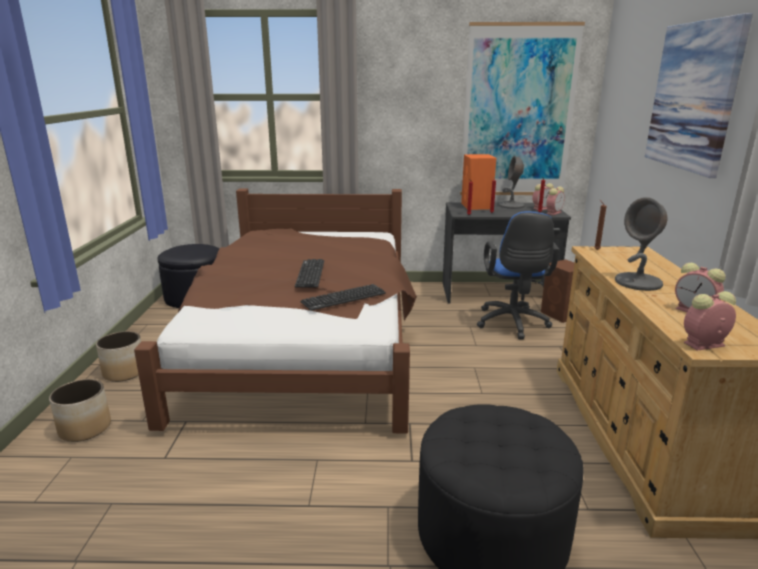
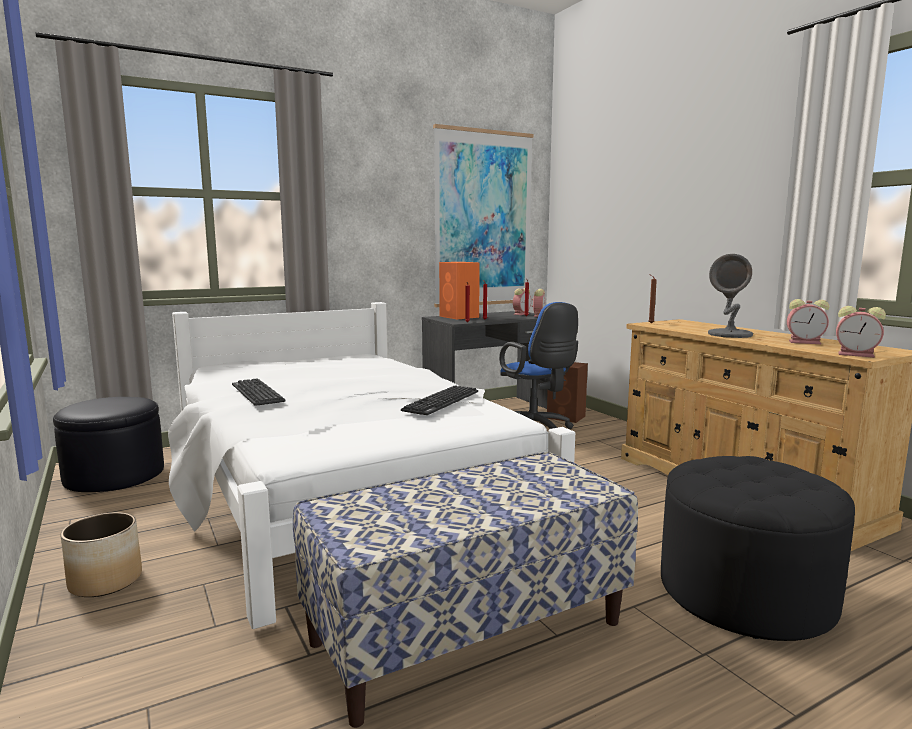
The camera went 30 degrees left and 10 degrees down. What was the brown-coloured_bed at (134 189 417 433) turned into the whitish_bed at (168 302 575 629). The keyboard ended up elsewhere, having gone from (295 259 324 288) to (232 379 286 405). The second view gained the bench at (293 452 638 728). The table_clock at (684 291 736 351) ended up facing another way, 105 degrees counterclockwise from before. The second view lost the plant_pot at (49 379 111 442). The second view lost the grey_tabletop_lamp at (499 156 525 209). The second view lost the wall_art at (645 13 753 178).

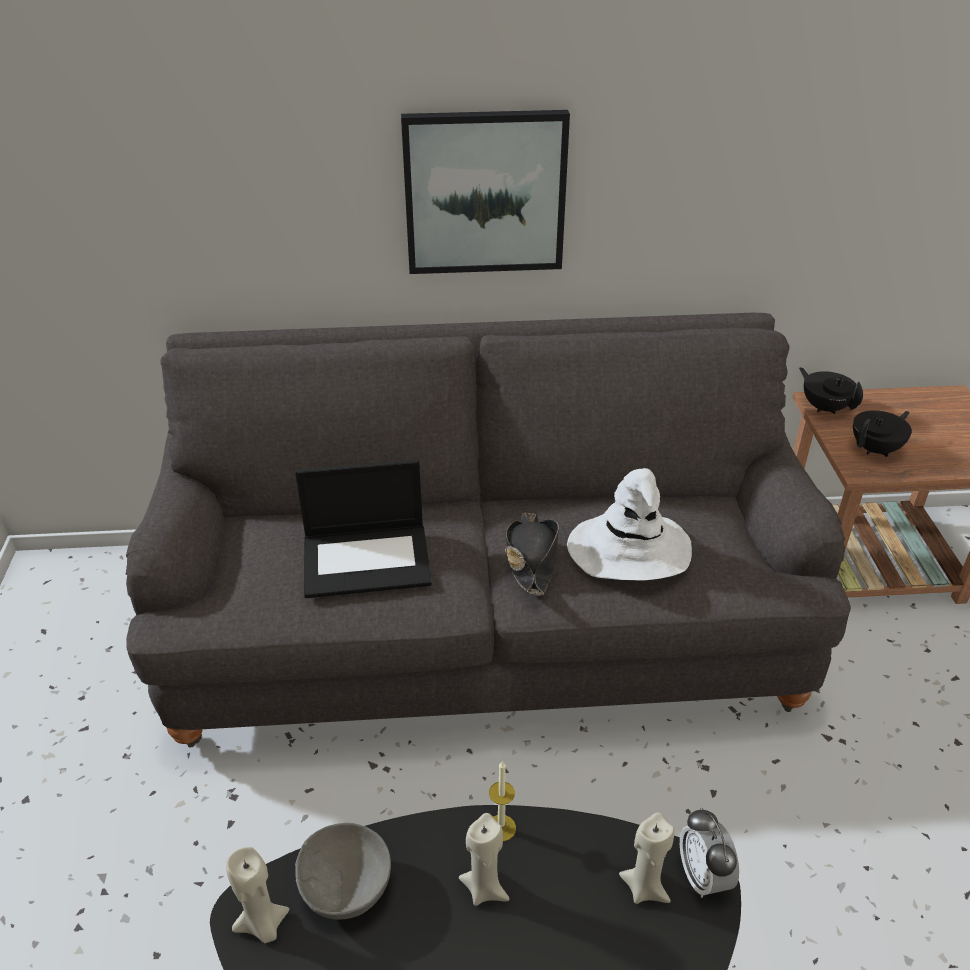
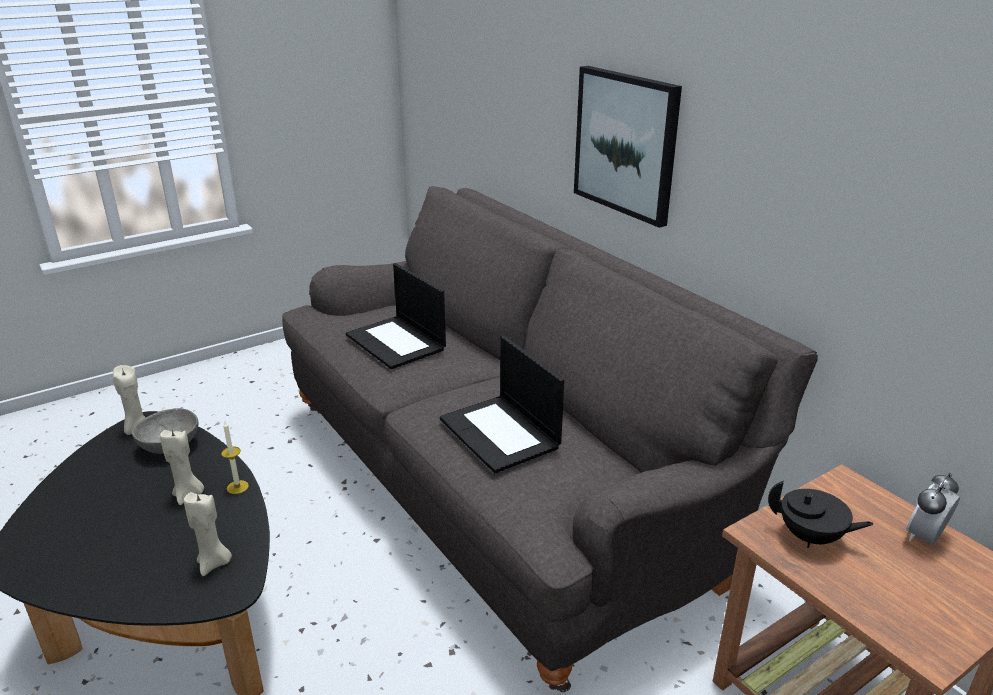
The camera went 60 degrees right and 10 degrees down. Where the whitish_wearable_hat stood at (567 468 692 580), the portable_computer came to stand at (440 335 564 473). The table_clock ended up elsewhere, having gone from (680 808 739 898) to (906 473 960 544). The second view lost the black_wearable_hat at (505 512 559 596). The second view lost the black_tea_pot at (799 367 863 414).

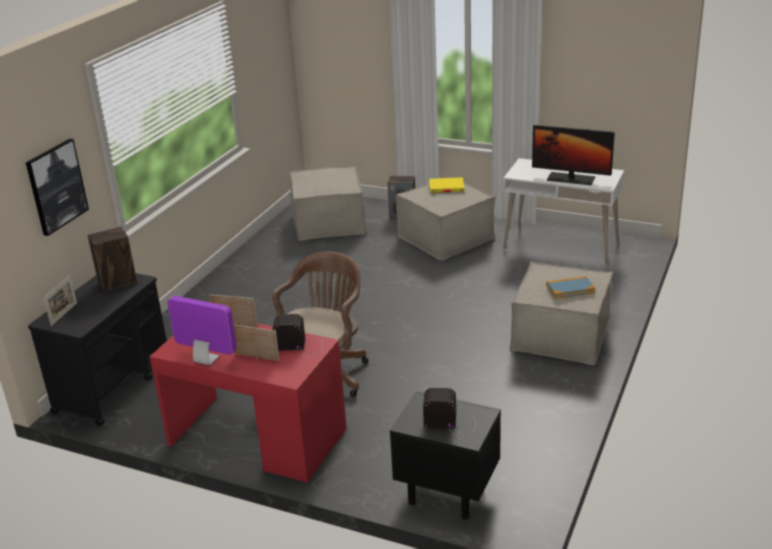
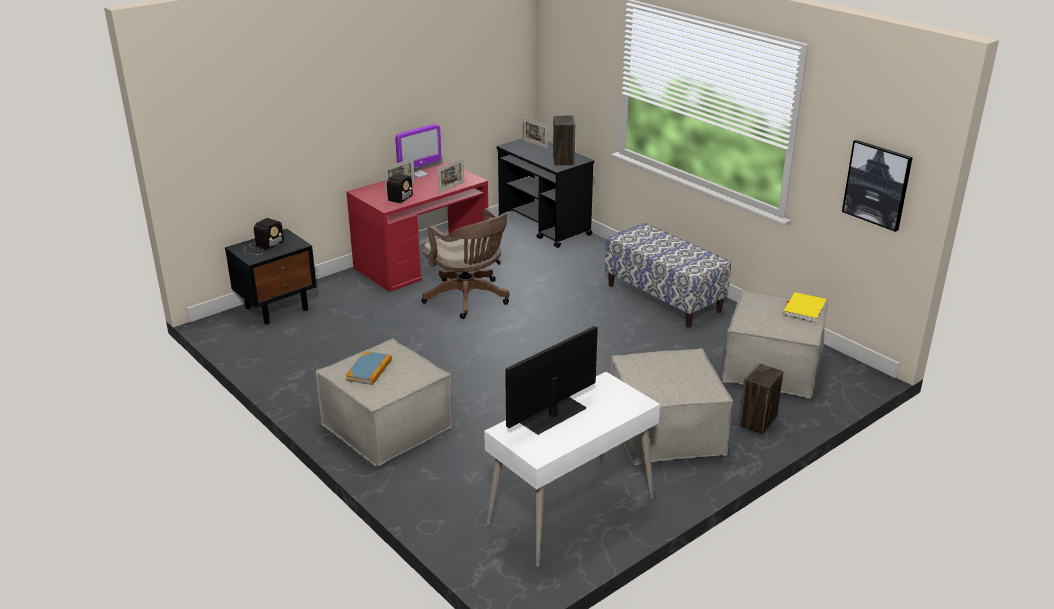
The camera went 115 degrees right and 0 degrees up. The second view gained the bench at (605 223 731 328). The yellowish_book ended up elsewhere, having gone from (429 177 464 193) to (783 292 827 323). The wall_art ended up elsewhere, having gone from (26 139 89 236) to (842 140 913 232).

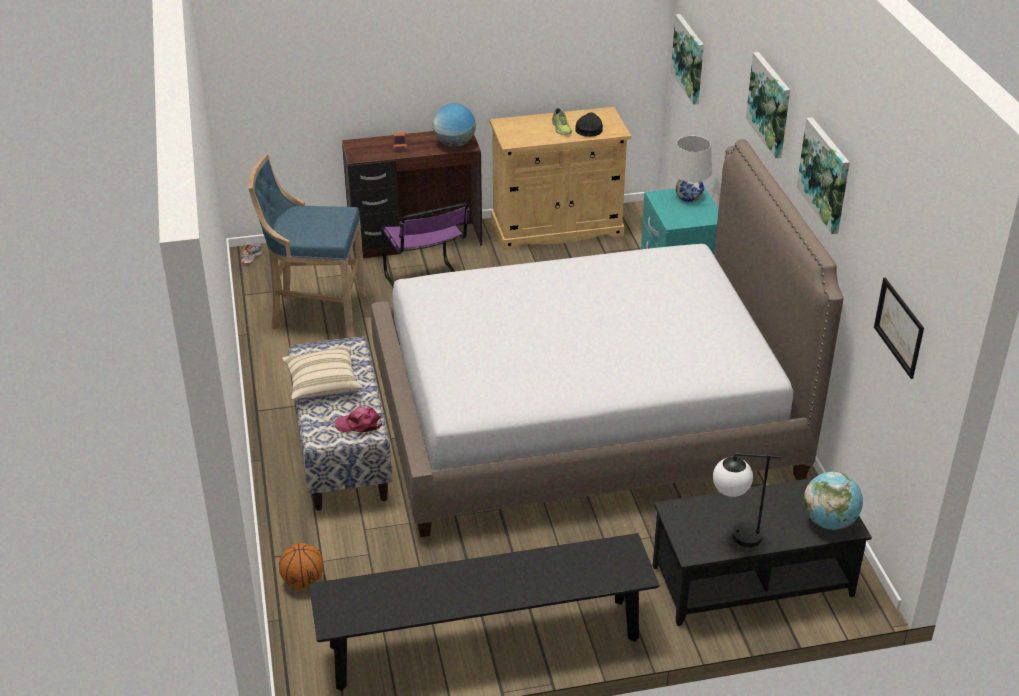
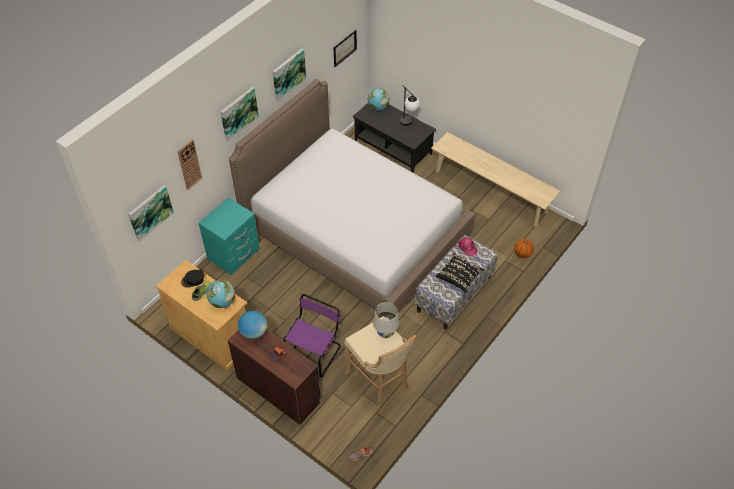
The camera went 130 degrees left and 15 degrees up. The second view gained the hanging_clock at (177 139 202 190). The second view gained the globe at (206 280 235 308). What was the blue-coloured_sitting_stool at (248 154 366 338) turned into the beige-coloured_sitting_stool at (345 316 416 407). The whitish_tabletop_lamp ended up elsewhere, having gone from (671 136 712 202) to (373 302 399 338). What was the black_bench at (309 533 660 691) turned into the beige-coloured_bench at (431 132 561 226). What was the beige-coloured_cushion at (282 347 363 400) turned into the black_cushion at (436 253 484 293).

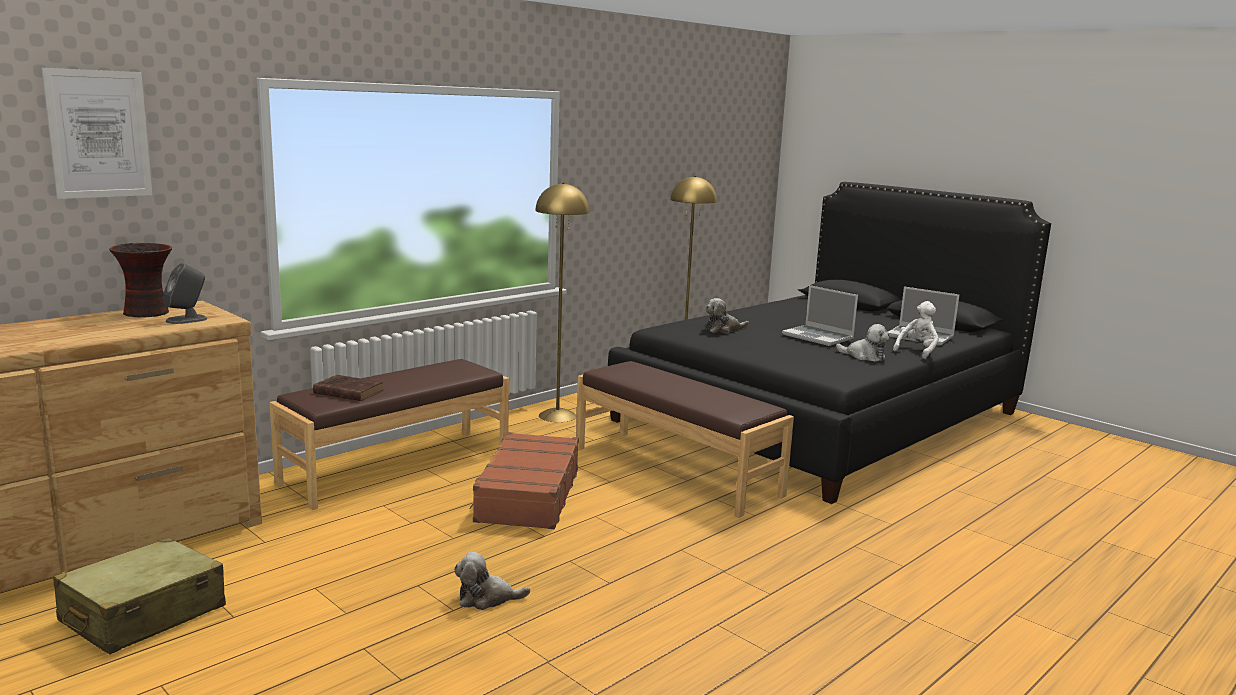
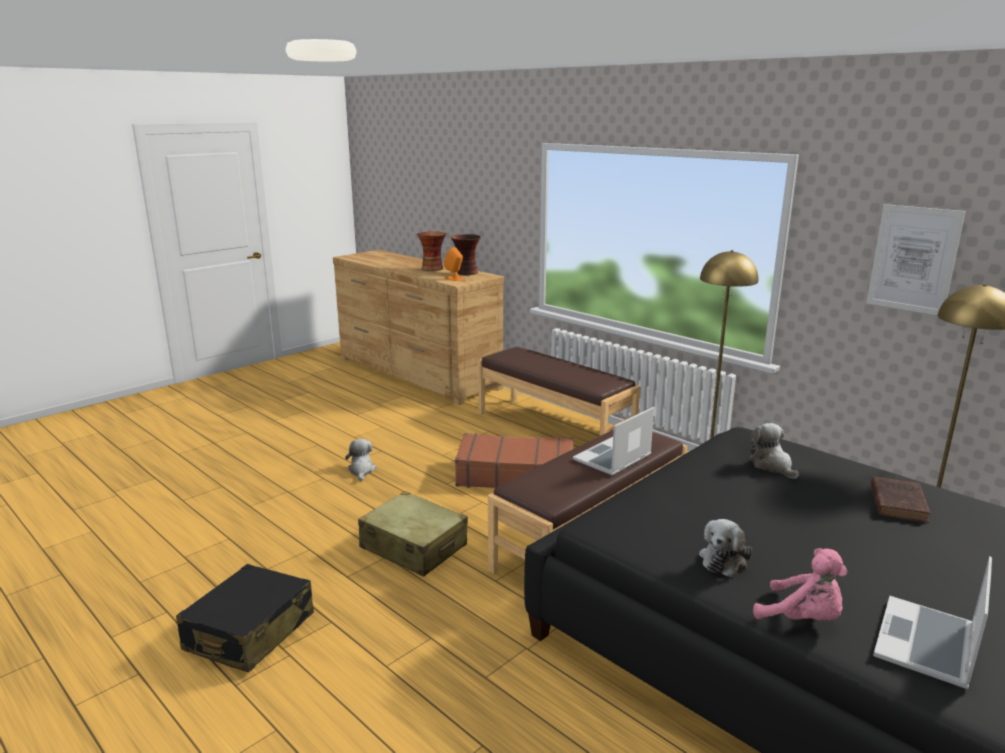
The camera went 90 degrees right and 5 degrees up. The second view gained the black_piece_of_luggage at (176 564 314 673). The beige-coloured_piece_of_luggage ended up elsewhere, having gone from (53 538 226 654) to (358 491 468 577). The second view gained the flower_vase at (417 232 446 271). What was the grey_audio_speaker at (164 263 207 324) turned into the orange_audio_speaker at (444 247 464 281). The portable_computer ended up elsewhere, having gone from (782 285 858 346) to (573 407 654 476). What was the whitish_plush_toy at (893 301 939 359) turned into the pinkish_plush_toy at (753 548 848 621). The wall_art ended up elsewhere, having gone from (42 68 152 199) to (866 204 965 315). The brown-coloured_book ended up elsewhere, having gone from (313 375 383 401) to (871 476 931 523).

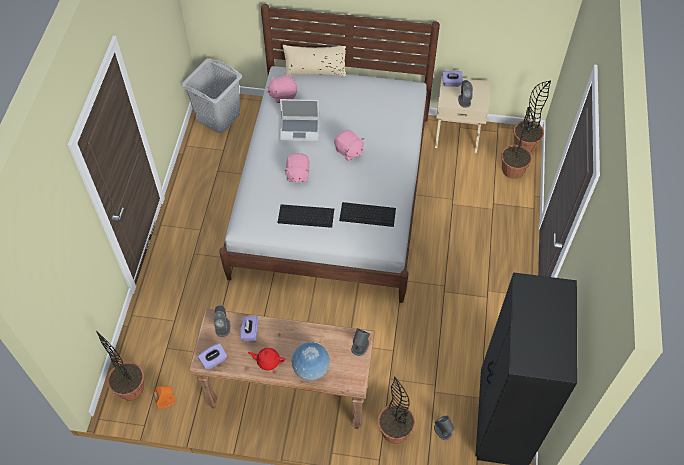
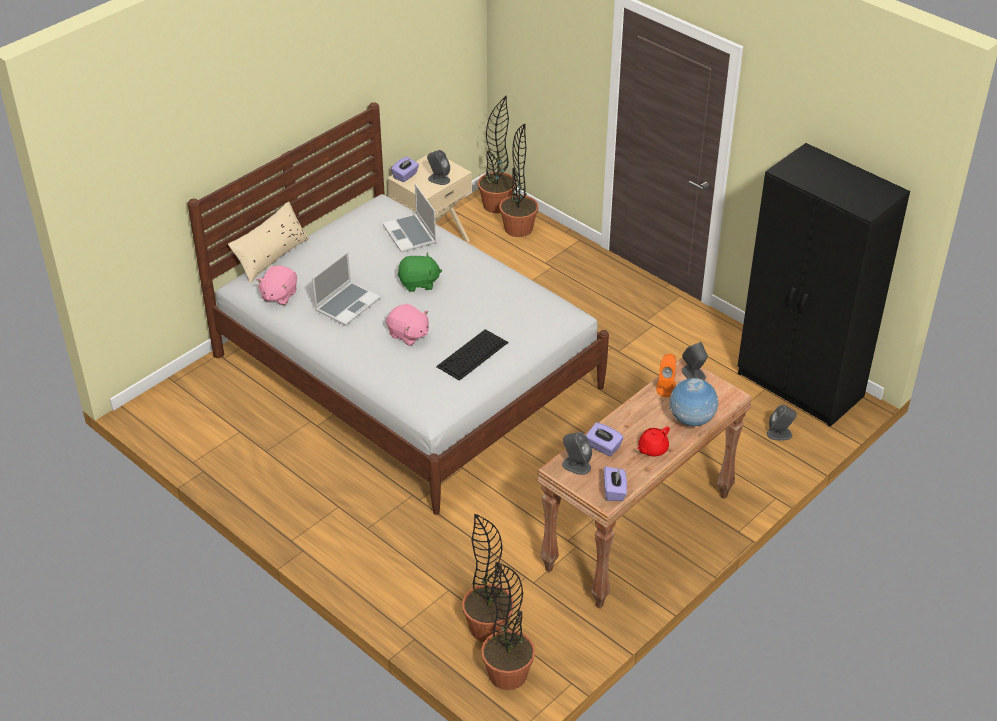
The camera went 55 degrees left and 15 degrees down. The second view gained the portable_computer at (382 184 437 252). What was the pinkish_plush_toy at (334 130 364 161) turned into the green-coloured_plush_toy at (397 253 442 292). The houseplant ended up elsewhere, having gone from (378 376 415 444) to (462 514 514 642). The orange_audio_speaker ended up elsewhere, having gone from (153 386 176 408) to (656 354 676 397). The second view lost the grey_laundry_basket at (181 58 242 133). The second view lost the keyboard at (339 202 396 227).

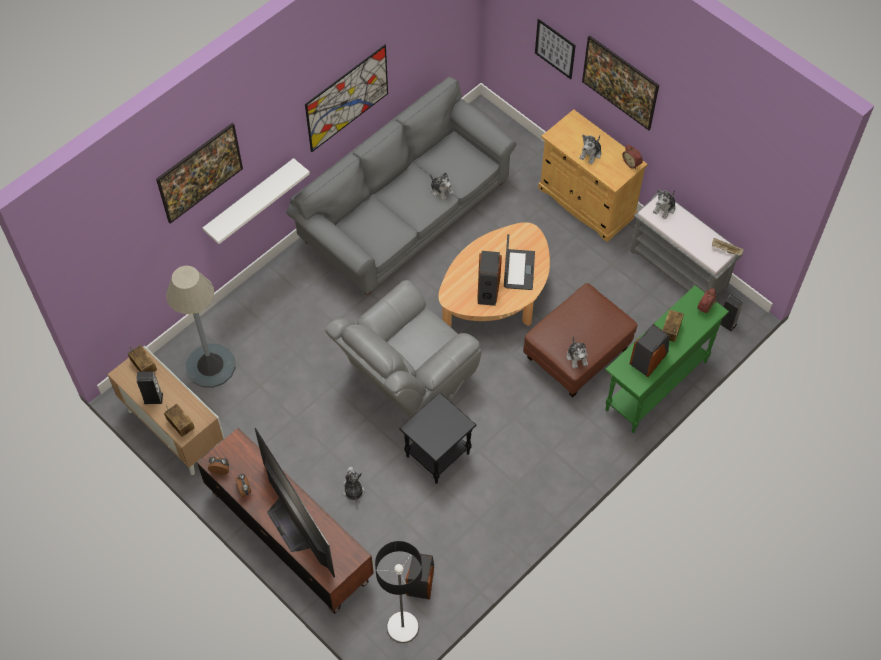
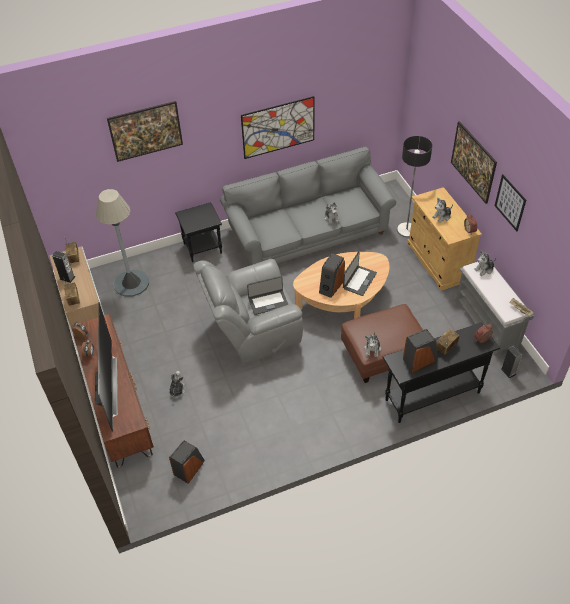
The camera went 25 degrees right and 10 degrees down. The black_side_table ended up elsewhere, having gone from (399 393 476 484) to (175 202 222 262). The second view gained the portable_computer at (247 276 288 315). What was the green-coloured_console_table at (605 285 729 433) turned into the black_console_table at (382 322 500 423). The standard_lamp ended up elsewhere, having gone from (375 541 422 643) to (397 136 432 237). The wall_art ended up elsewhere, having gone from (535 19 576 79) to (495 174 526 231). The second view lost the whitish_wall_shelf at (203 158 310 244).

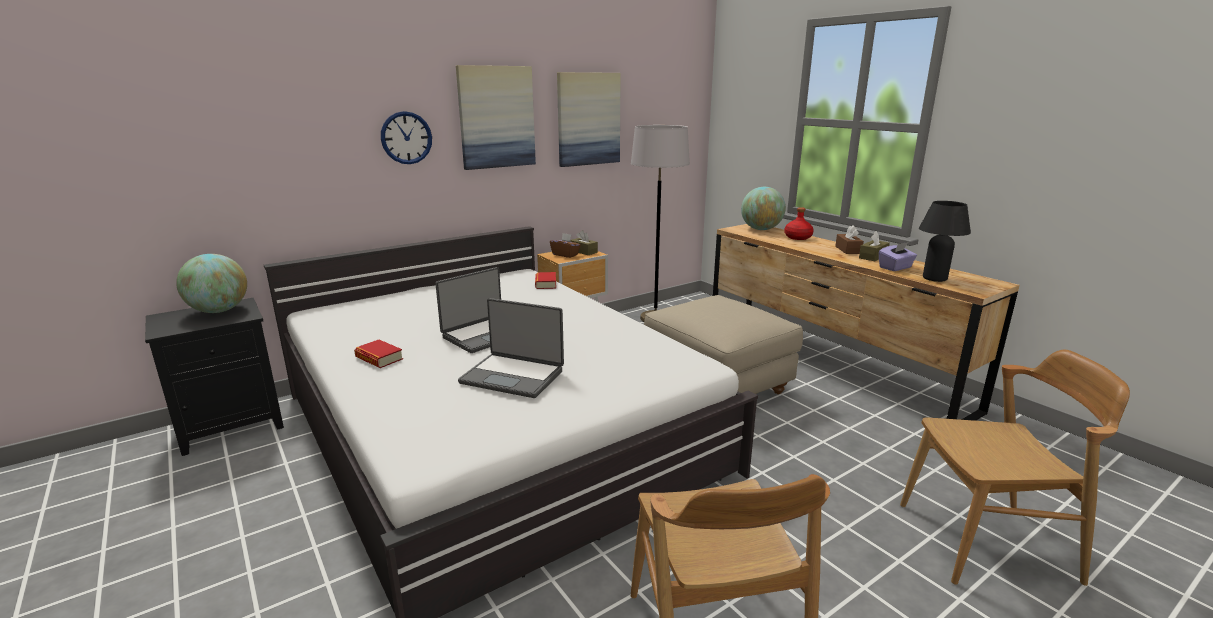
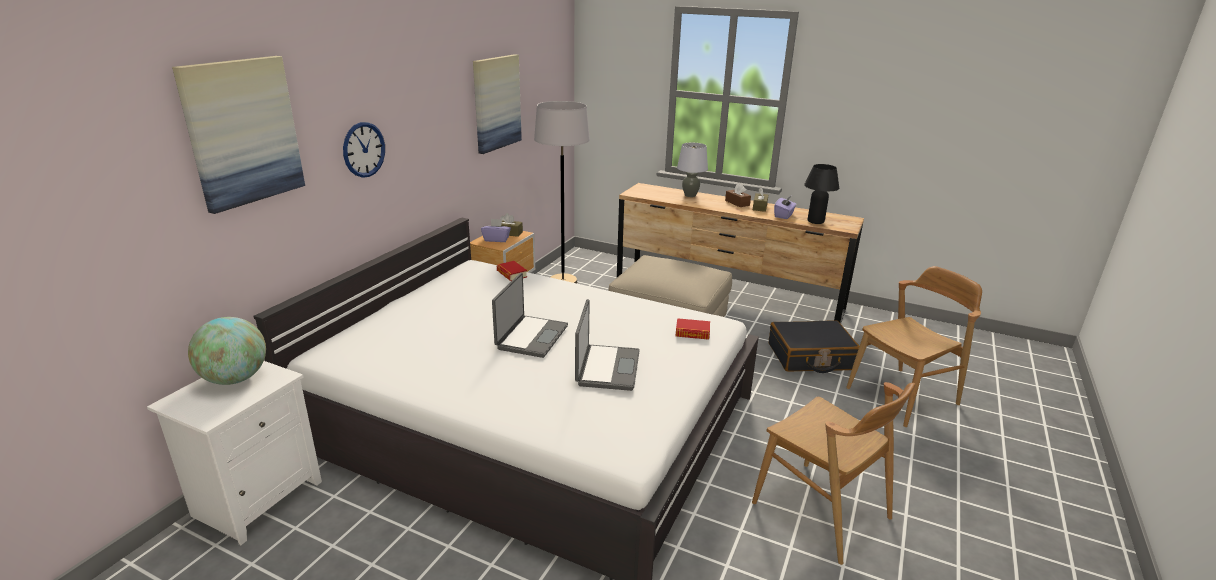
The camera went 30 degrees left and 5 degrees up. What was the black_nightstand at (145 298 284 456) turned into the whitish_nightstand at (147 361 322 545). The wall_art ended up elsewhere, having gone from (456 65 536 170) to (172 56 305 214). What was the brown-coloured_tissue_holder at (550 233 581 258) turned into the purple-coloured_tissue_holder at (481 219 511 242). The portable_computer at (458 298 564 398) ended up facing another way, 75 degrees counterclockwise from before. The book ended up elsewhere, having gone from (354 340 403 368) to (676 318 710 340). Where the reddish_bottle stood at (784 207 814 240), the grey_tabletop_lamp came to stand at (677 143 708 197). The second view gained the black_piece_of_luggage at (769 320 859 373). The second view lost the globe at (741 187 786 230).

